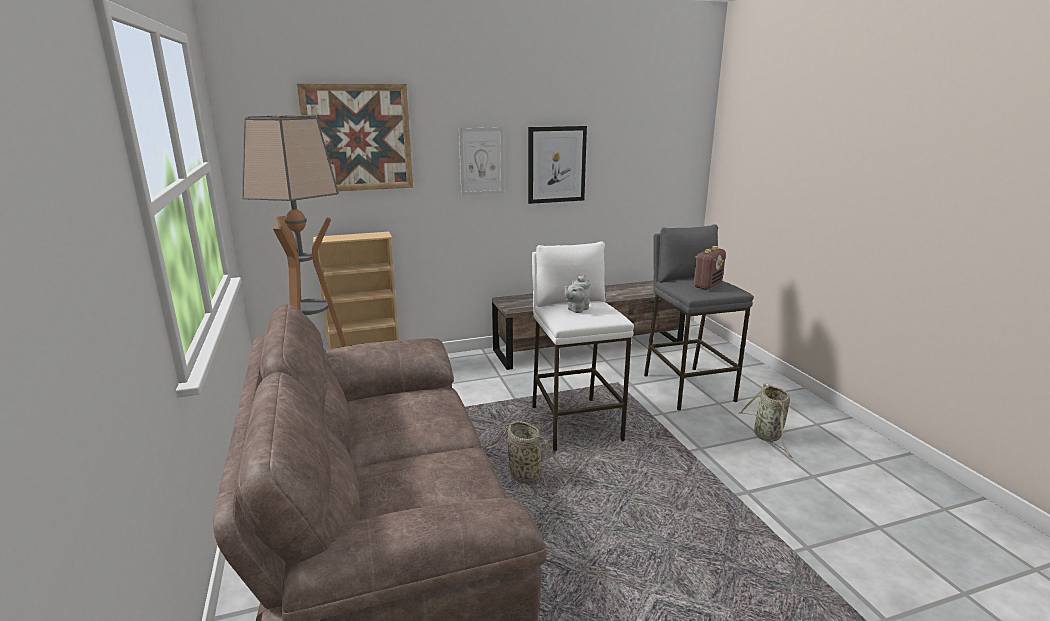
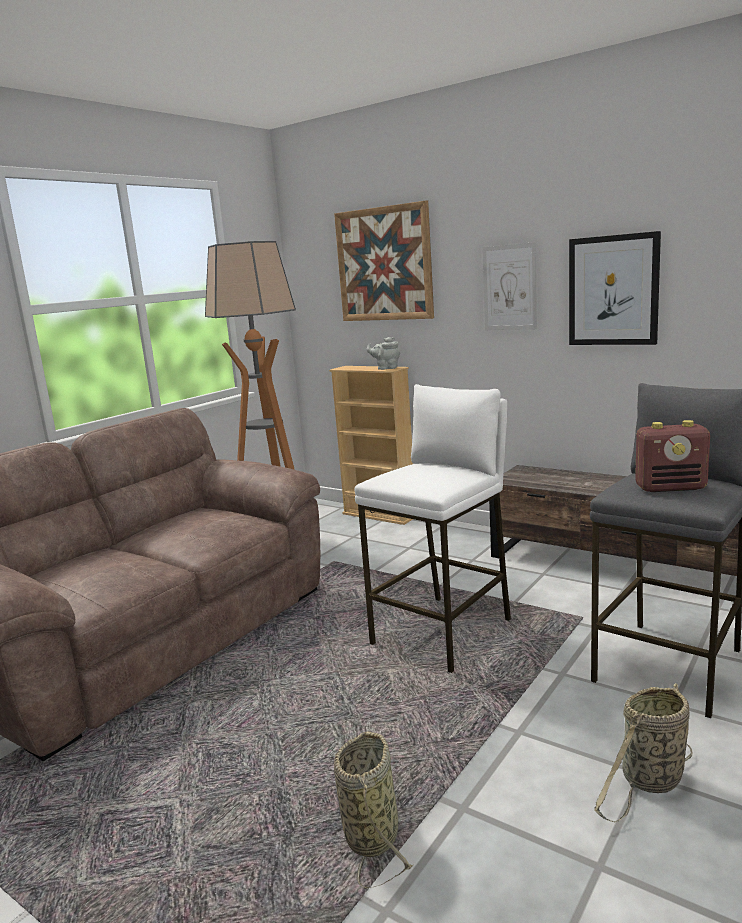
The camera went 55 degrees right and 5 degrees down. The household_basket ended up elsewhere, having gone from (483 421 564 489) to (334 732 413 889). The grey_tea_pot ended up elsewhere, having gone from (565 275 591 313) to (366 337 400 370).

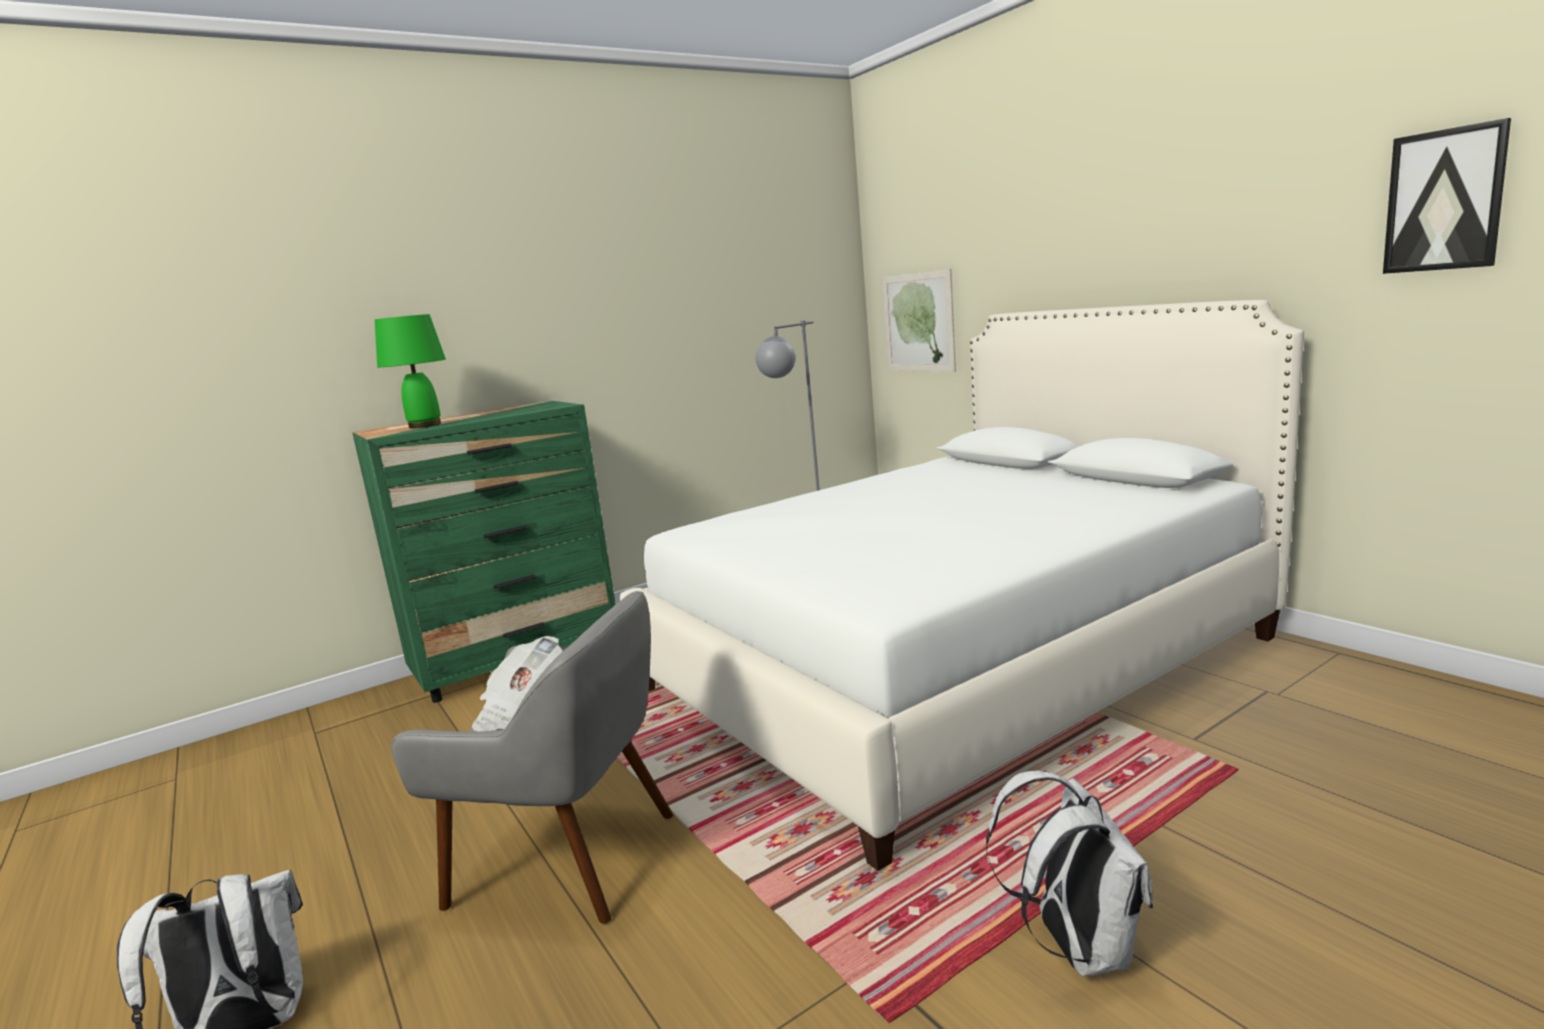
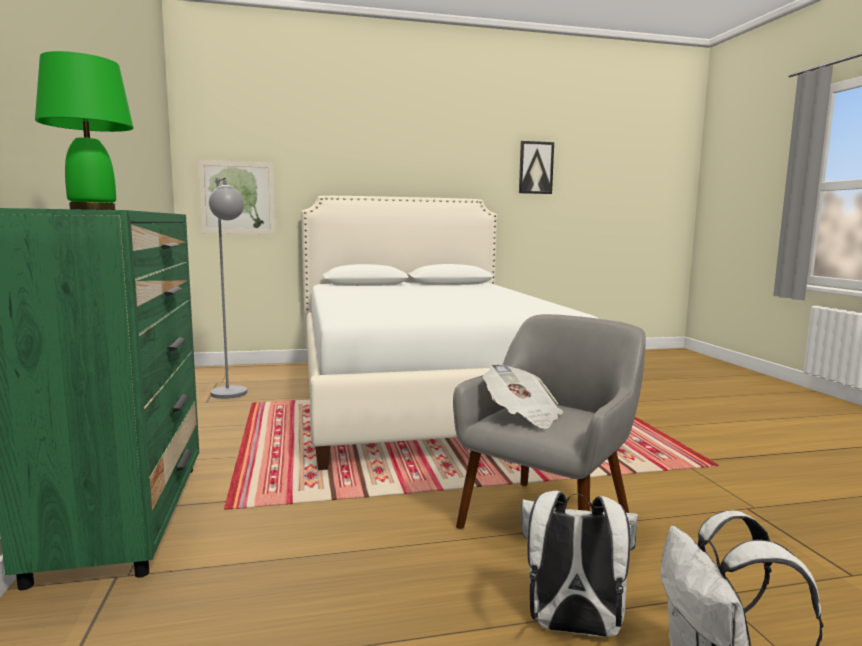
The camera went 70 degrees left and 5 degrees down. The whitish_rucksack ended up elsewhere, having gone from (986 771 1153 976) to (521 491 638 637).

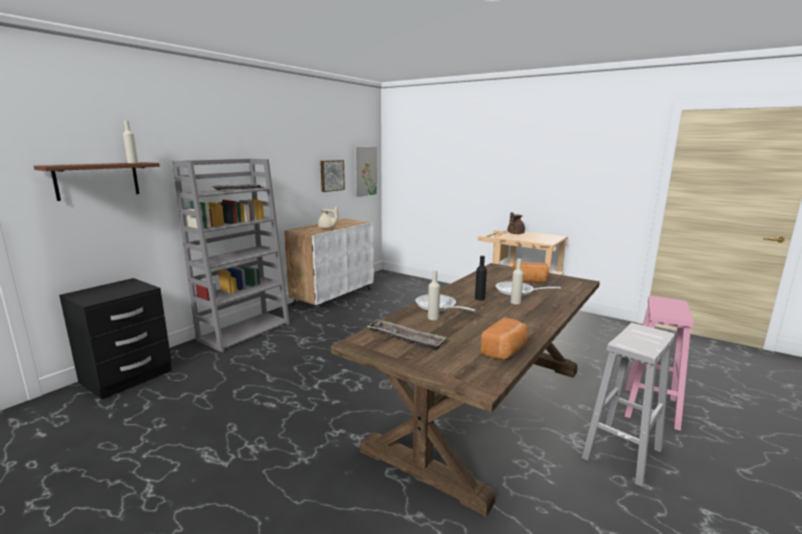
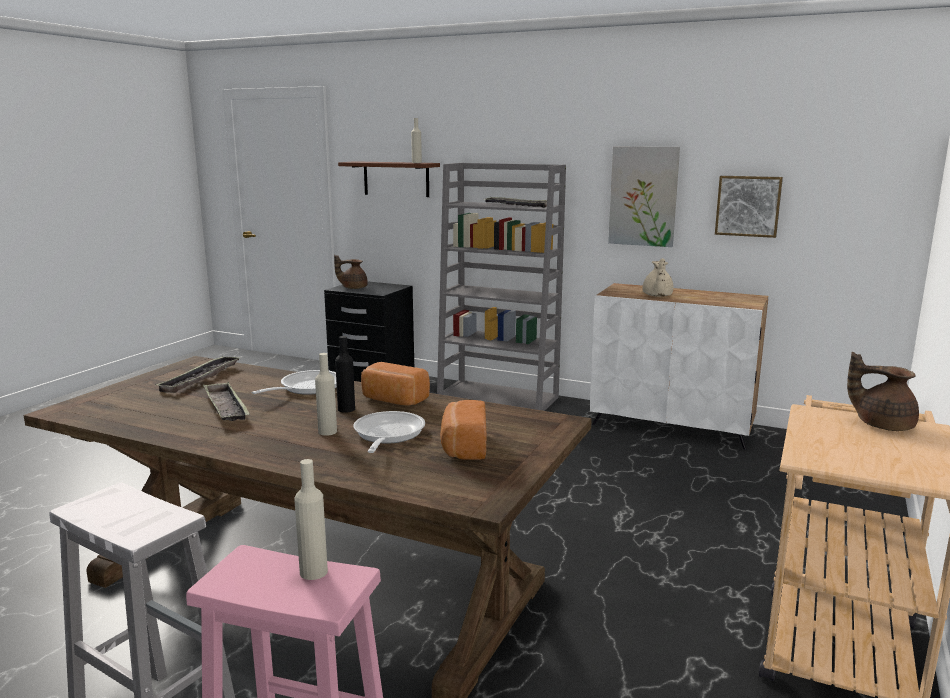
The camera went 80 degrees right and 0 degrees up. The second view gained the tray at (203 382 250 421). The beige-coloured_bottle ended up elsewhere, having gone from (428 270 440 320) to (294 459 328 580). The second view gained the brown-coloured_tea_pot at (334 255 368 289). The bread ended up elsewhere, having gone from (481 318 529 360) to (361 362 430 406). The wall_art ended up elsewhere, having gone from (354 147 377 197) to (608 146 680 247).

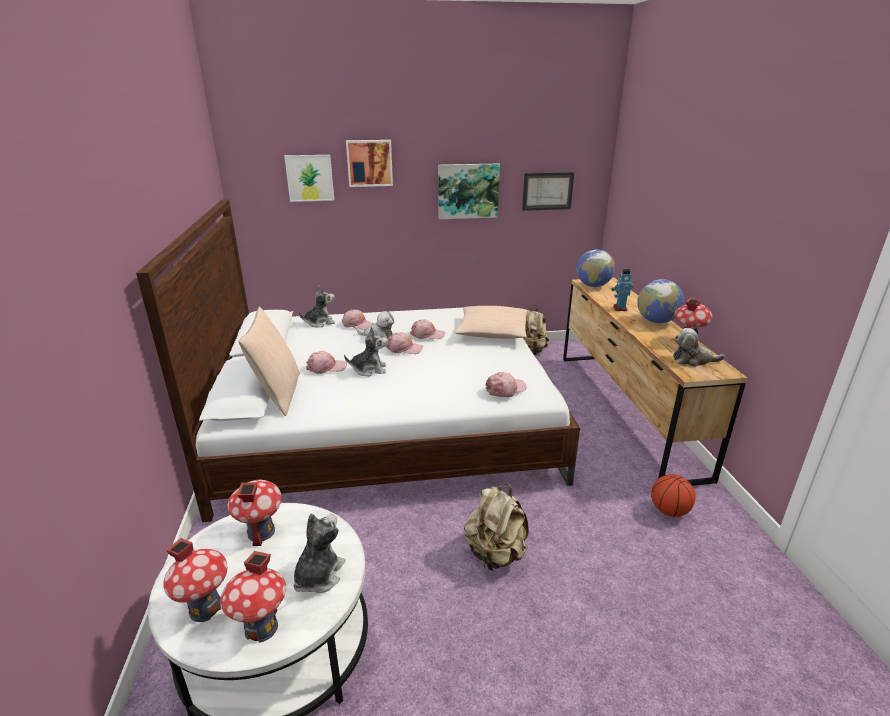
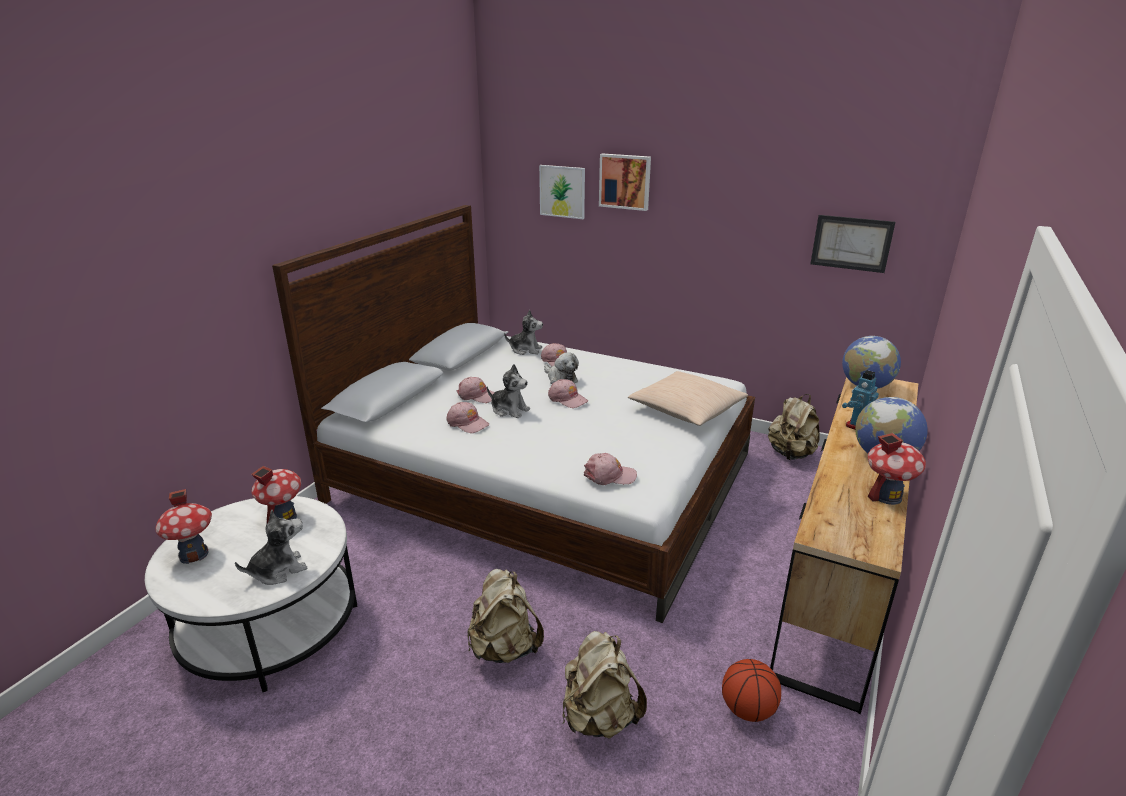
The camera went 35 degrees right and 0 degrees up. The pinkish_baseball_cap ended up elsewhere, having gone from (410 319 445 339) to (446 402 489 433). The second view gained the beige-coloured_rucksack at (562 631 647 739). The second view lost the model_house at (220 551 286 643). The second view lost the beige-coloured_cushion at (239 307 300 416). The second view lost the wall_art at (438 164 500 219). The second view lost the plush_toy at (673 328 725 367).

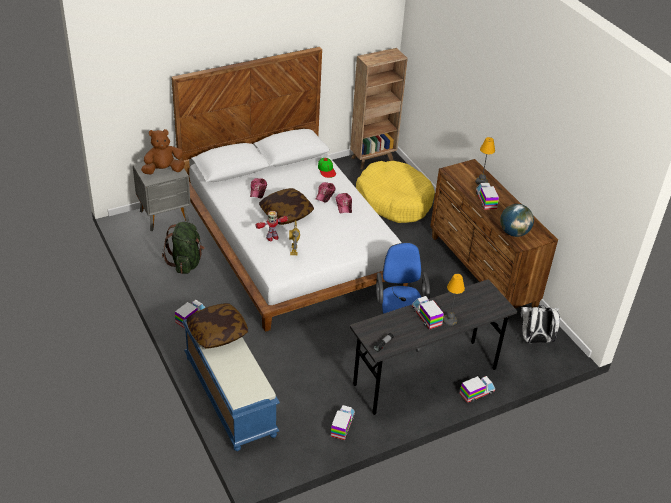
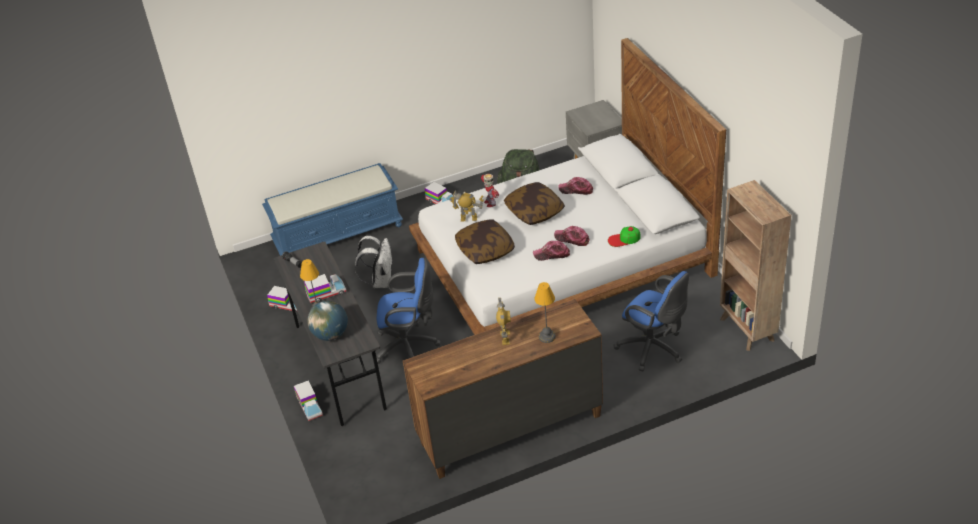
The camera went 100 degrees right and 0 degrees up. The globe ended up elsewhere, having gone from (500 204 534 237) to (308 301 348 341). The whitish_rucksack ended up elsewhere, having gone from (521 305 560 343) to (354 236 393 288). The cushion ended up elsewhere, having gone from (187 303 248 349) to (455 219 515 264). Where the toy_truck stood at (476 183 499 210), the toy_robot came to stand at (496 298 511 345). Where the yellowish_dog_cushion stood at (356 161 435 223), the blue-coloured_computer_chair came to stand at (614 271 689 371). The second view lost the brown-coloured_plush_toy at (141 129 185 174).

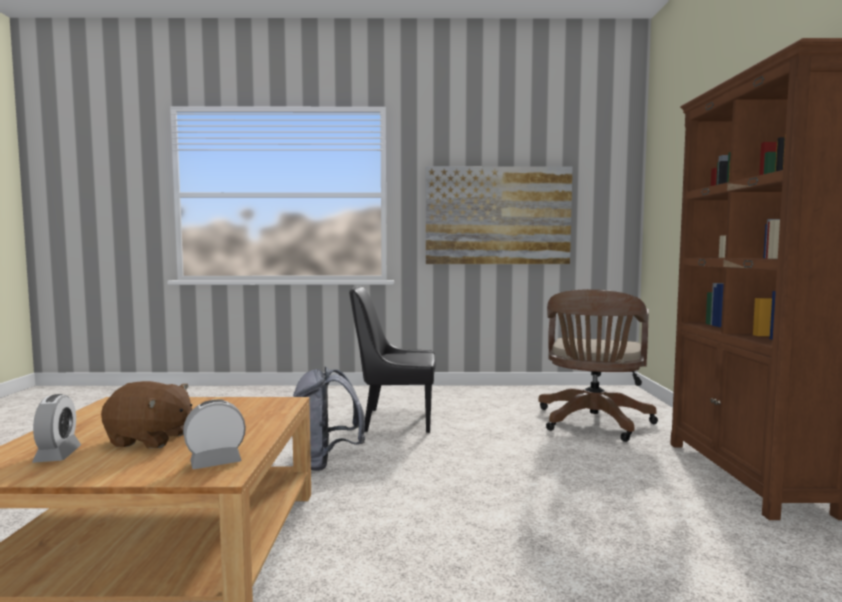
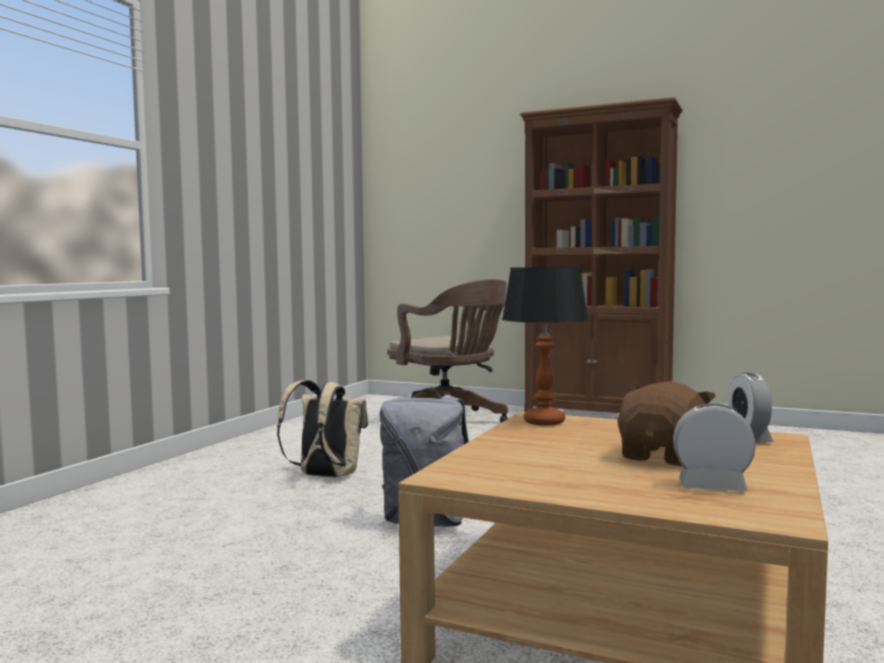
The camera went 65 degrees left and 0 degrees up. Where the black_plain_chair stood at (349 286 436 433), the beige-coloured_rucksack came to stand at (277 380 368 478). The second view gained the tabletop_lamp at (502 267 589 425). The second view lost the wall_art at (426 166 572 264).

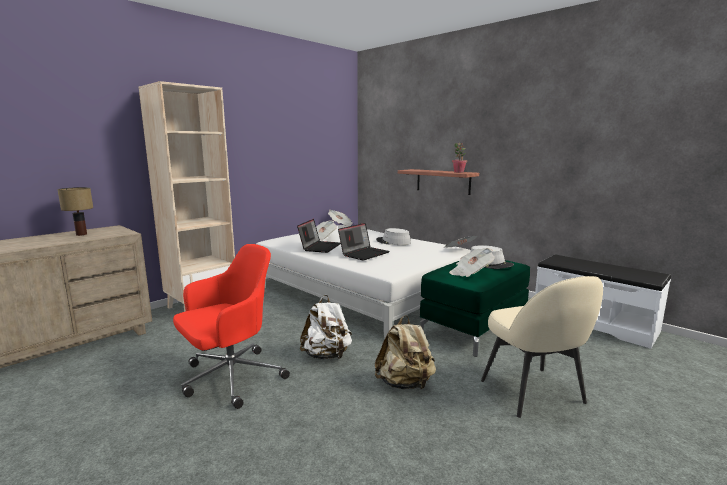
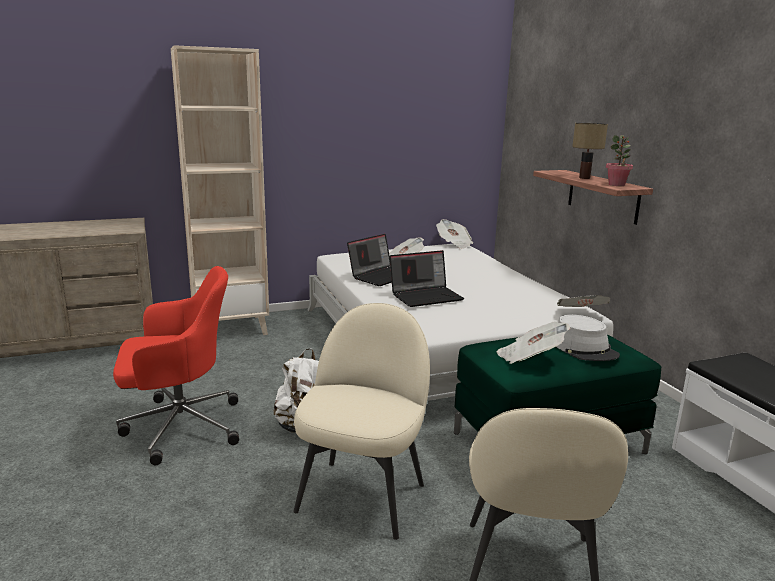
The camera went 25 degrees right and 5 degrees up. Where the beige-coloured_rucksack stood at (375 315 436 390), the beige-coloured_plain_chair came to stand at (293 303 430 540). The tabletop_lamp ended up elsewhere, having gone from (57 187 93 236) to (572 123 608 179). The second view lost the grey_wearable_hat at (376 228 411 245).

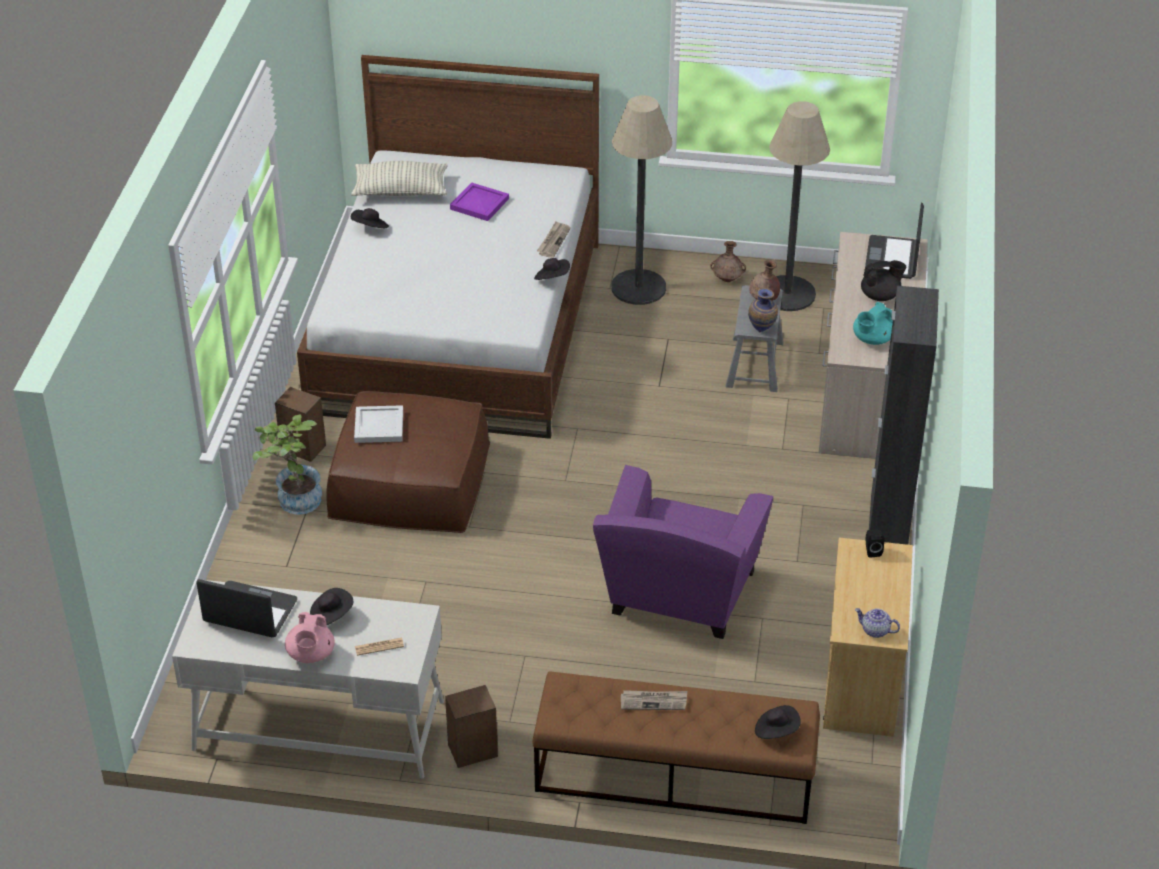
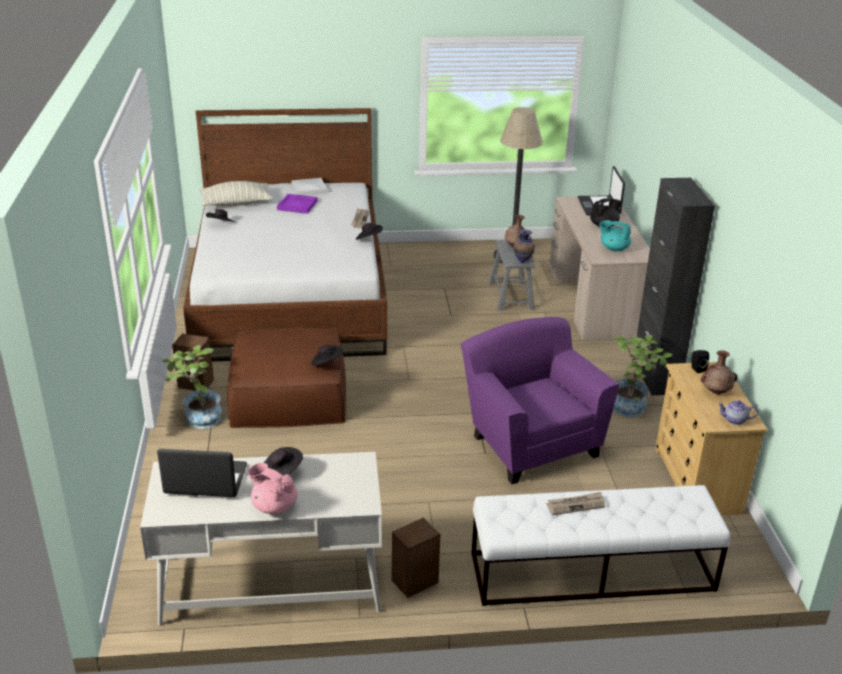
The camera went 15 degrees left and 10 degrees down. The pinkish_tea_pot at (285 612 334 663) ended up facing another way, 135 degrees clockwise from before. The whitish_tray ended up elsewhere, having gone from (354 405 403 443) to (291 178 328 196). The black_wearable_hat ended up elsewhere, having gone from (755 705 801 739) to (311 345 342 366). The purple-coloured_easy_chair at (593 465 773 639) ended up facing another way, 150 degrees clockwise from before. What was the brown-coloured_bench at (532 672 820 824) turned into the whitish_bench at (472 485 731 606). The turquoise-coloured_tea_pot at (853 302 893 345) ended up facing another way, 75 degrees clockwise from before. The second view gained the houseplant at (613 335 672 417). The brown-coloured_flower_vase ended up elsewhere, having gone from (710 241 746 282) to (701 350 737 394). The second view lost the newspaper at (355 638 404 656). The second view lost the standard_lamp at (611 95 672 305).

